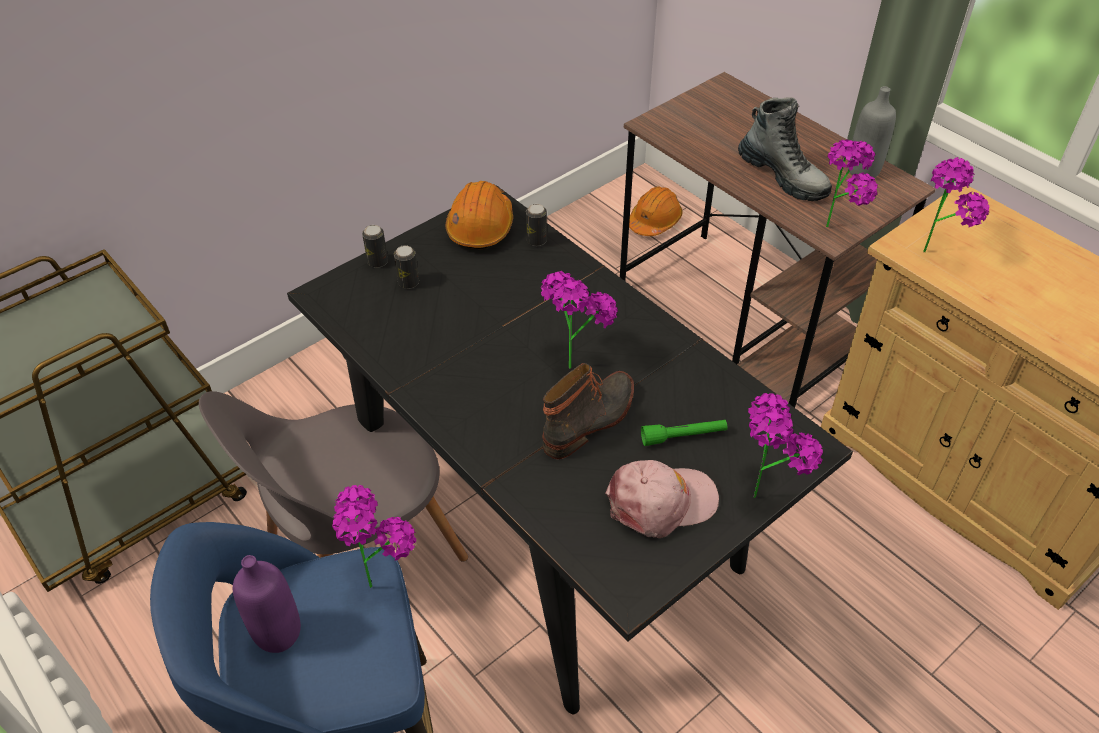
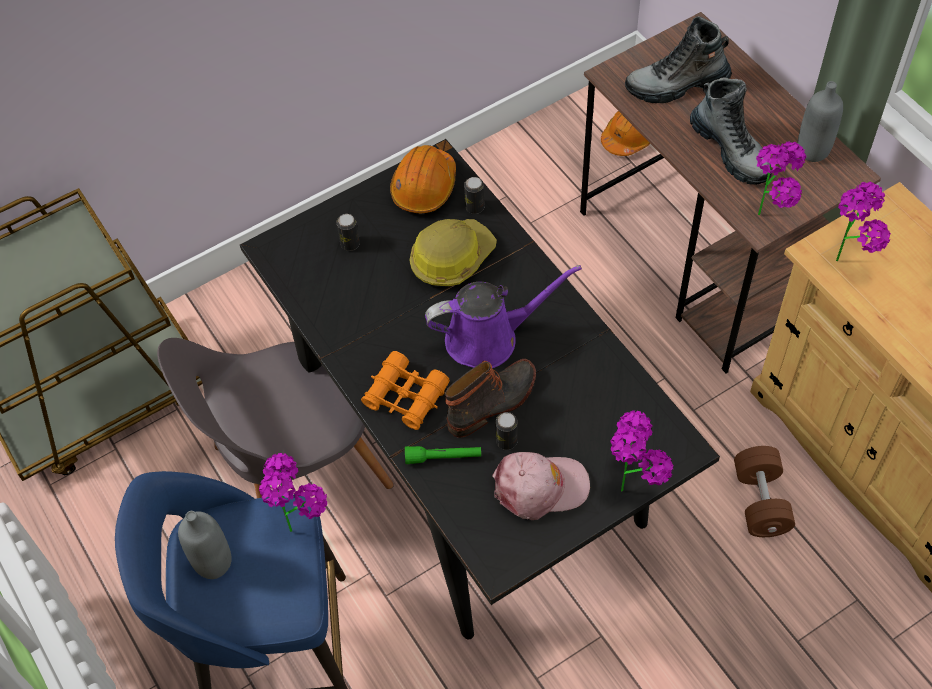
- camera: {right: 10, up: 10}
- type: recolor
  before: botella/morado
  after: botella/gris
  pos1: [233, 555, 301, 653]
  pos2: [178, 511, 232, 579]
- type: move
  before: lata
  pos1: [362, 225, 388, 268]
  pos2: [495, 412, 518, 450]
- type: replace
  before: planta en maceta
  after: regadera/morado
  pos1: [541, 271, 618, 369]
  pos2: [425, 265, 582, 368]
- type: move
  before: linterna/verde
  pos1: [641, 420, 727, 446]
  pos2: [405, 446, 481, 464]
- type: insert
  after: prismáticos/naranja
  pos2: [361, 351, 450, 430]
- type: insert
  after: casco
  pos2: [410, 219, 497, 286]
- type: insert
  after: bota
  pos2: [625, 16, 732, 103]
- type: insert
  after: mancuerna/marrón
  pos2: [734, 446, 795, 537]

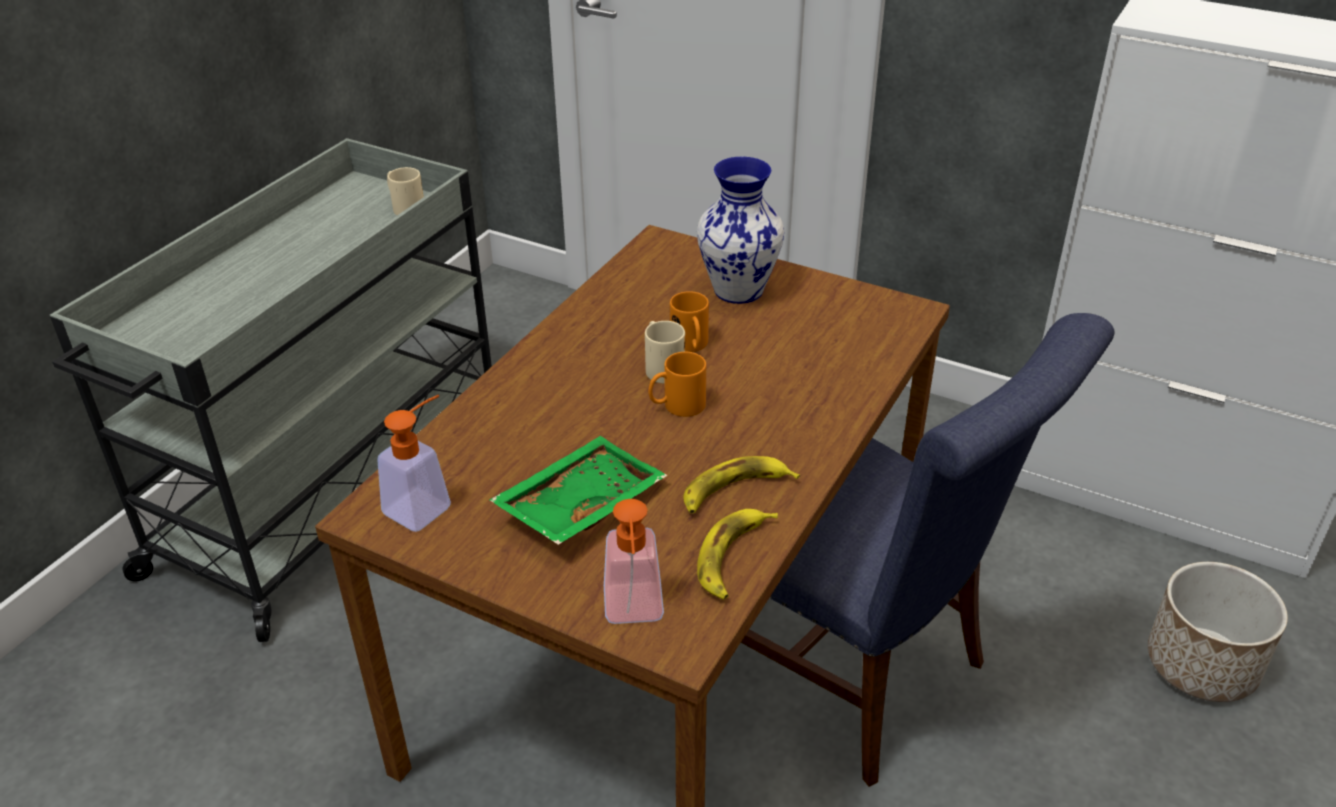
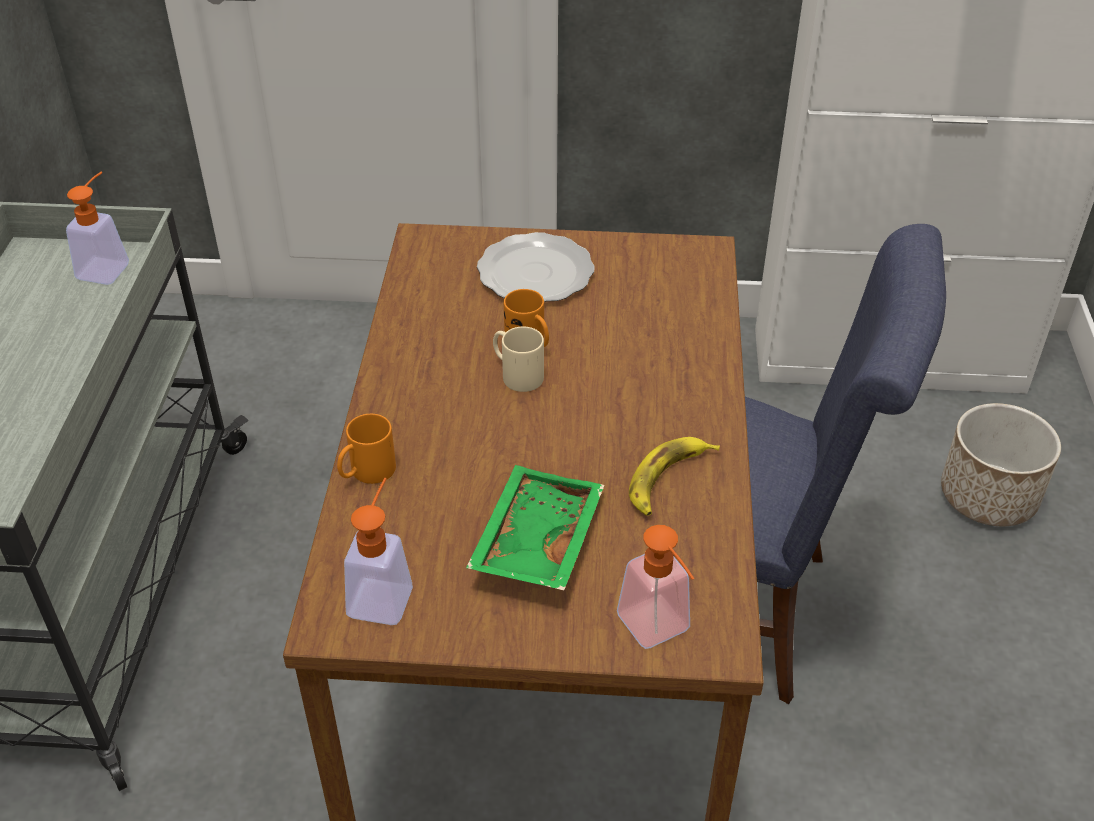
- camera: {right: -25, up: 5}
- type: replace
  before: taza grande/beis
  after: dispensador de jabón
  pos1: [387, 167, 424, 215]
  pos2: [66, 171, 129, 285]
- type: move
  before: taza grande/naranja
  pos1: [648, 352, 706, 417]
  pos2: [337, 414, 396, 484]
- type: replace
  before: florero
  after: plato
  pos1: [697, 157, 784, 304]
  pos2: [477, 232, 595, 302]
- type: delete
  before: plátano
  pos1: [697, 509, 778, 600]

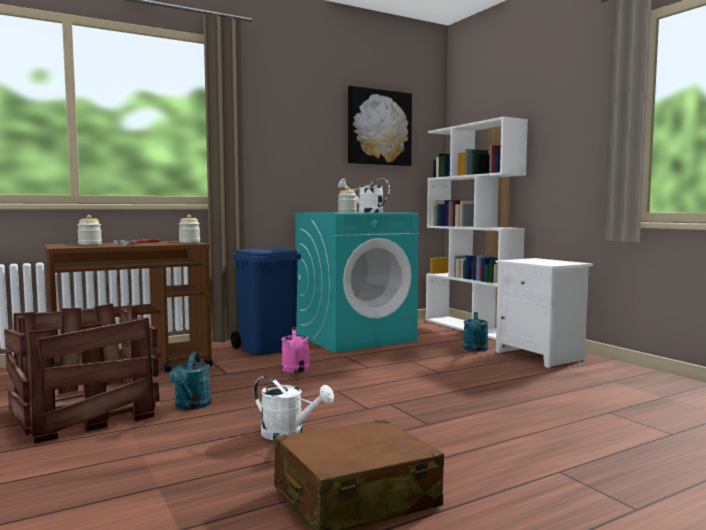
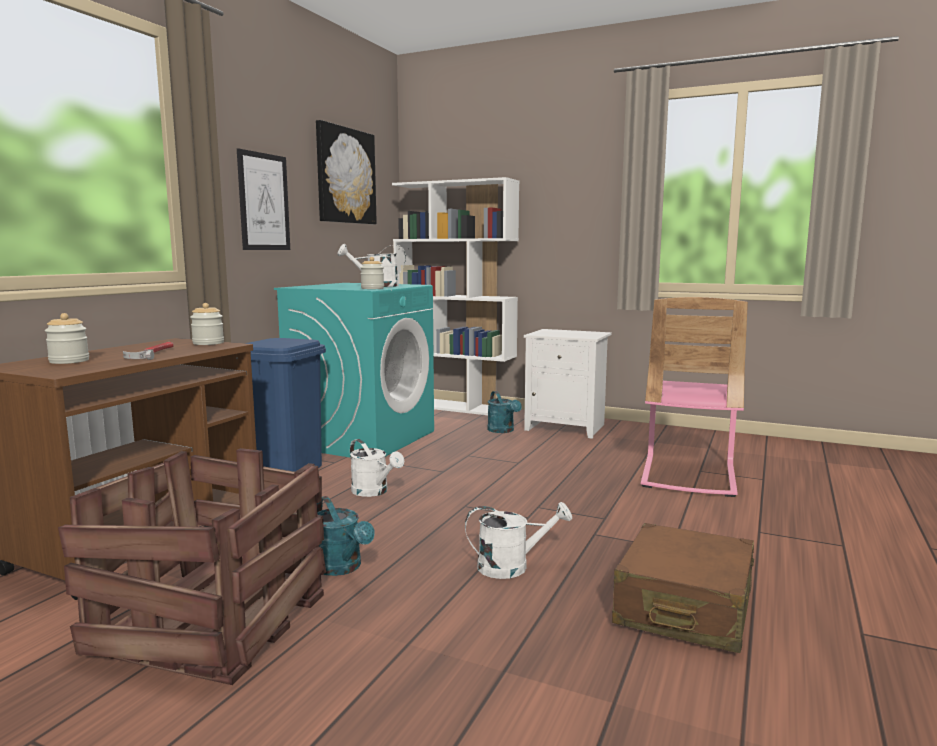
- camera: {right: -35, up: 5}
- type: recolor
  before: regadera/rosa
  after: regadera/blanco
  pos1: [281, 327, 310, 373]
  pos2: [350, 439, 404, 497]
- type: insert
  after: cuadro
  pos2: [237, 148, 290, 250]
- type: insert
  after: silla/rosa
  pos2: [641, 297, 748, 497]

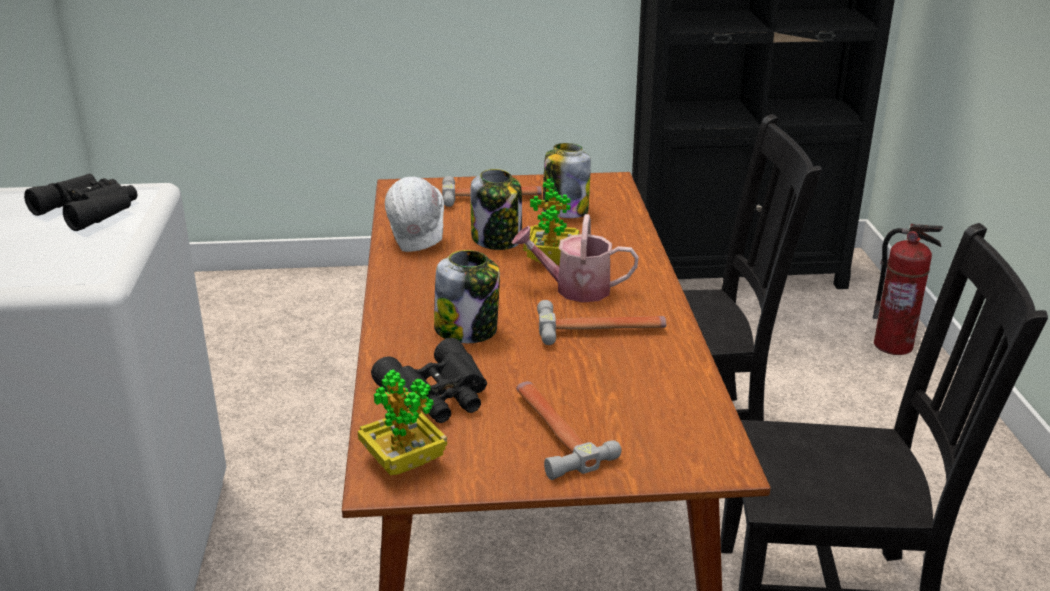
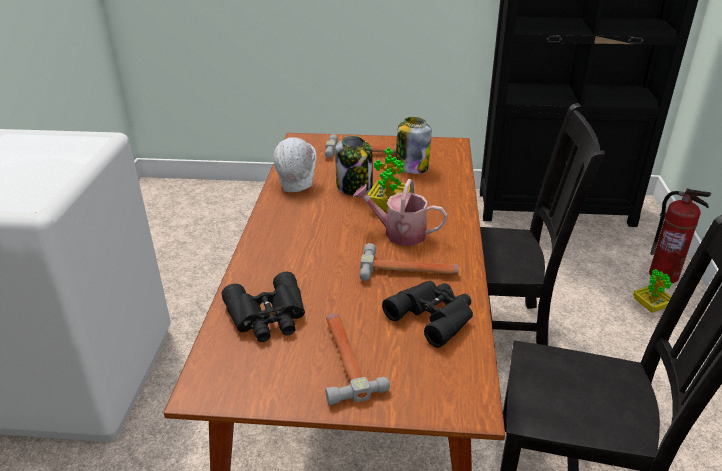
- camera: {right: 10, up: 5}
- type: move
  before: prismáticos/negro
  pos1: [24, 174, 137, 231]
  pos2: [382, 281, 473, 348]
- type: move
  before: planta en maceta
  pos1: [358, 369, 447, 476]
  pos2: [633, 269, 671, 313]
- type: delete
  before: tarro
  pos1: [434, 250, 500, 343]

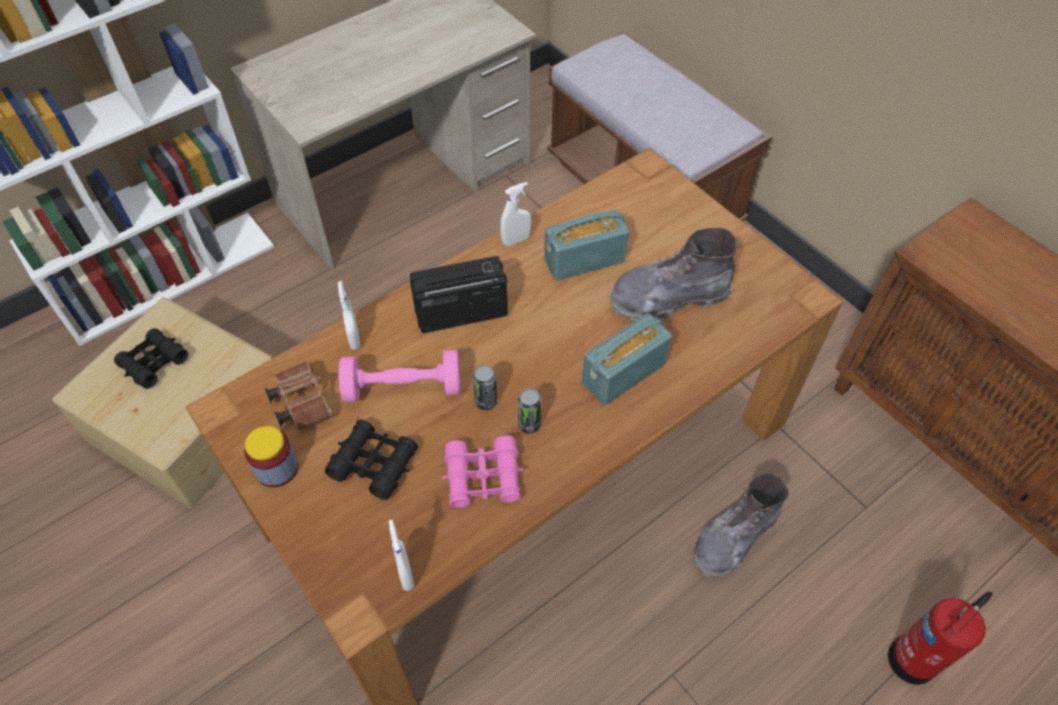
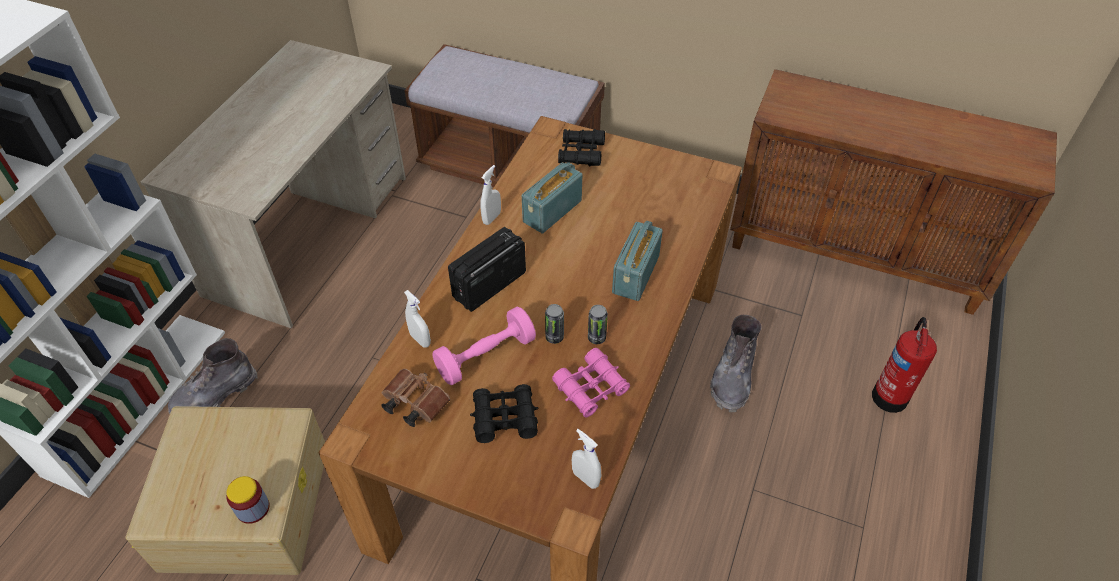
- camera: {right: -30, up: -5}
- type: move
  before: prismáticos/negro
  pos1: [114, 328, 188, 389]
  pos2: [558, 129, 605, 167]
- type: move
  before: tarro
  pos1: [244, 426, 298, 487]
  pos2: [227, 476, 270, 524]
- type: move
  before: bota/gris
  pos1: [610, 228, 737, 322]
  pos2: [168, 338, 258, 414]

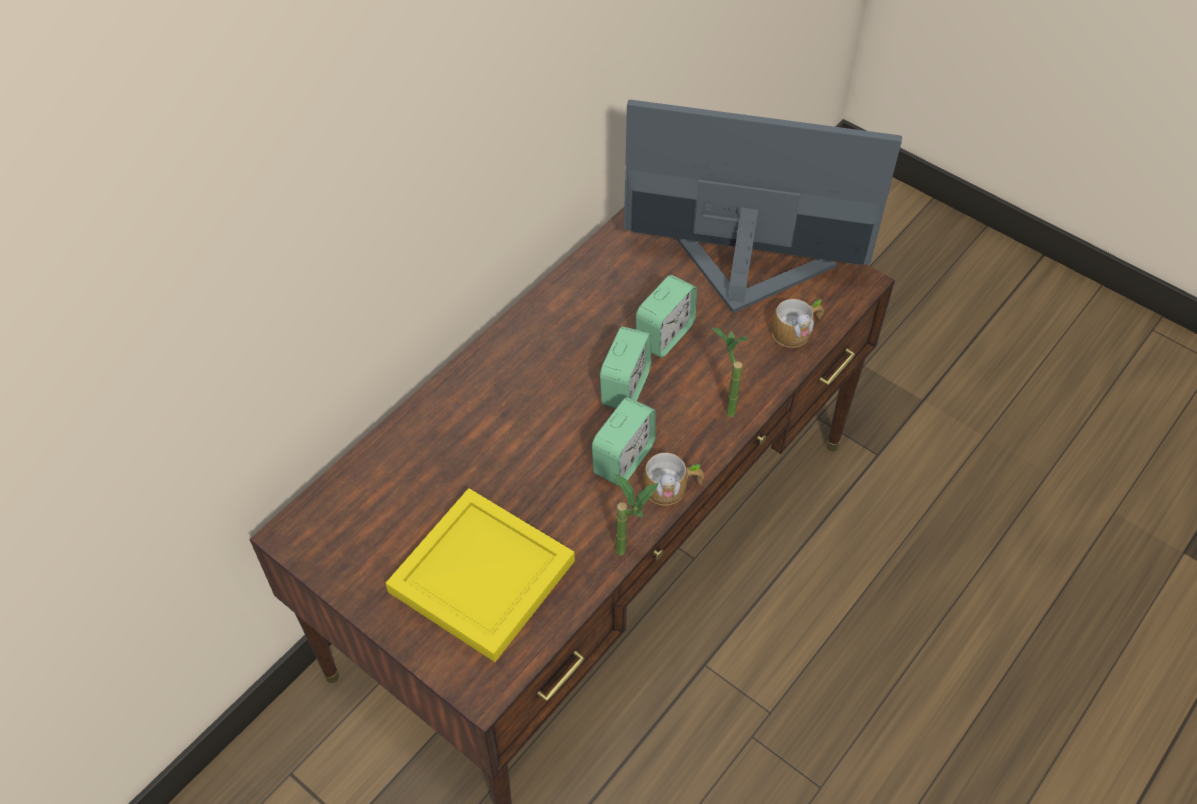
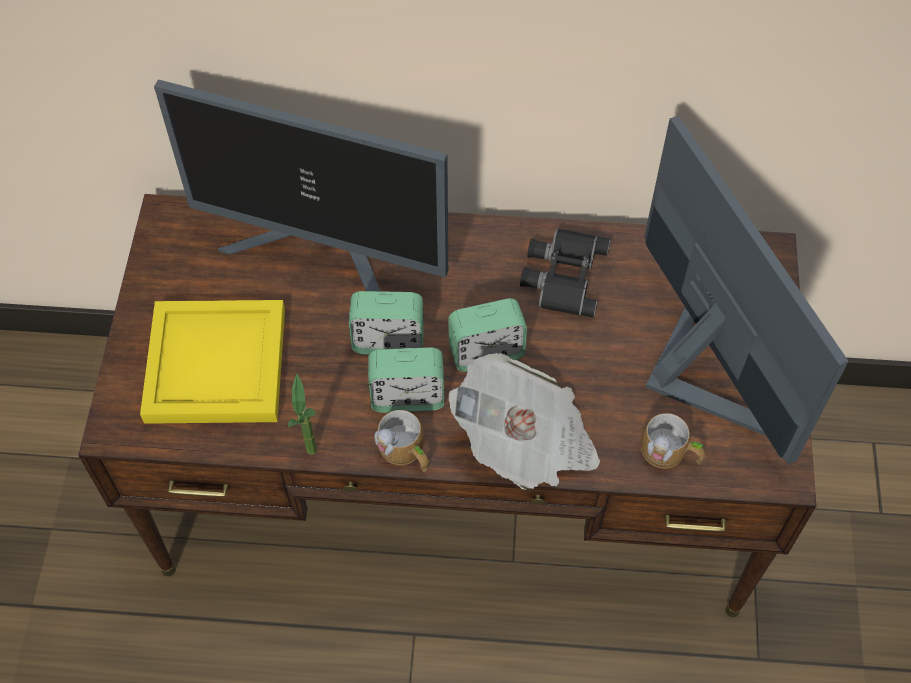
- camera: {right: 55, up: 5}
- type: move
  before: despertador
  pos1: [636, 275, 697, 358]
  pos2: [349, 291, 424, 354]
- type: replace
  before: planta en maceta
  after: periódico
  pos1: [711, 327, 748, 417]
  pos2: [449, 353, 600, 490]
- type: insert
  after: monitor
  pos2: [154, 80, 448, 291]
- type: insert
  after: prismáticos/negro
  pos2: [520, 228, 610, 318]

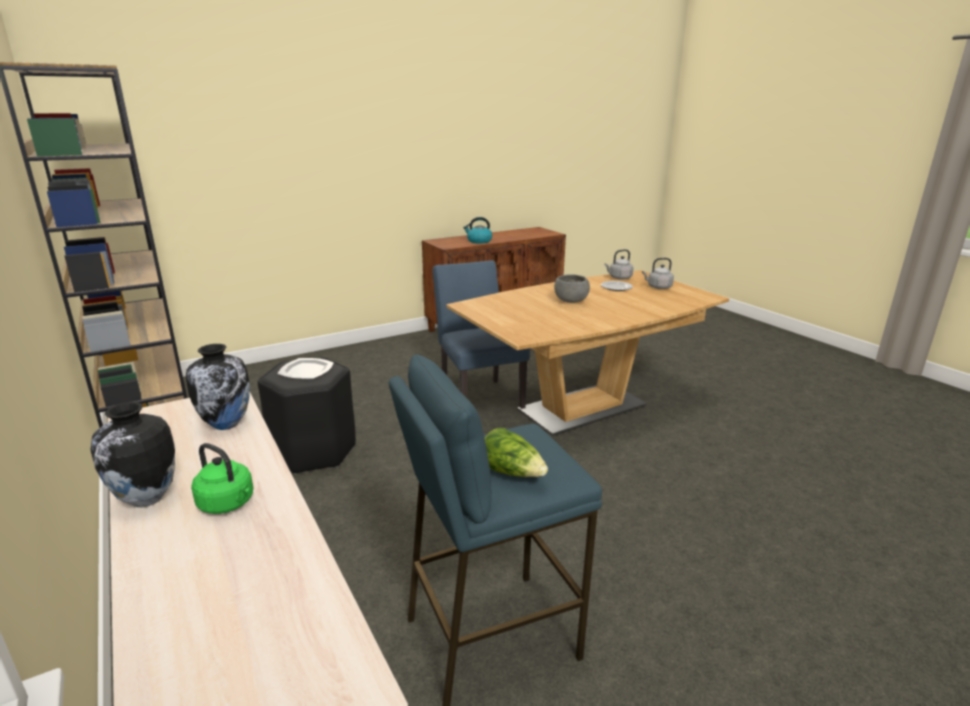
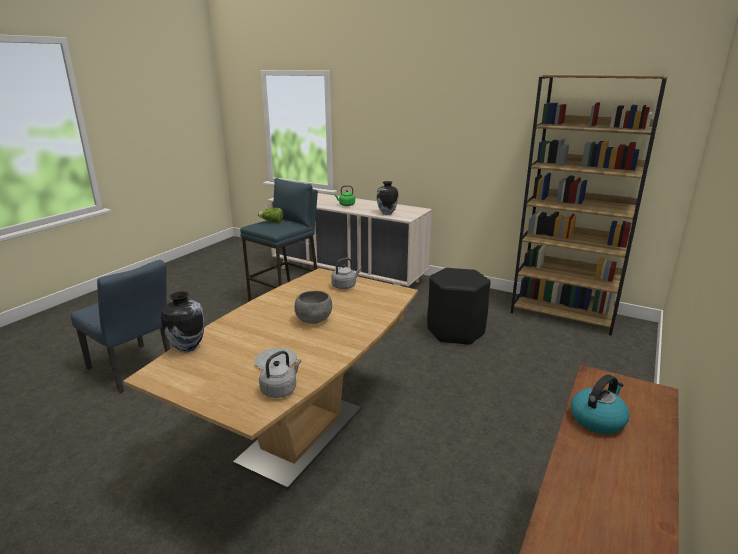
- camera: {right: 150, up: 0}
- type: move
  before: florero
  pos1: [91, 402, 175, 507]
  pos2: [161, 291, 205, 352]
- type: delete
  before: plato
  pos1: [277, 358, 334, 379]
- type: move
  before: silla/azul
  pos1: [433, 260, 530, 409]
  pos2: [71, 260, 170, 393]
- type: move
  before: hervidor/gris
  pos1: [642, 258, 674, 289]
  pos2: [331, 258, 361, 289]

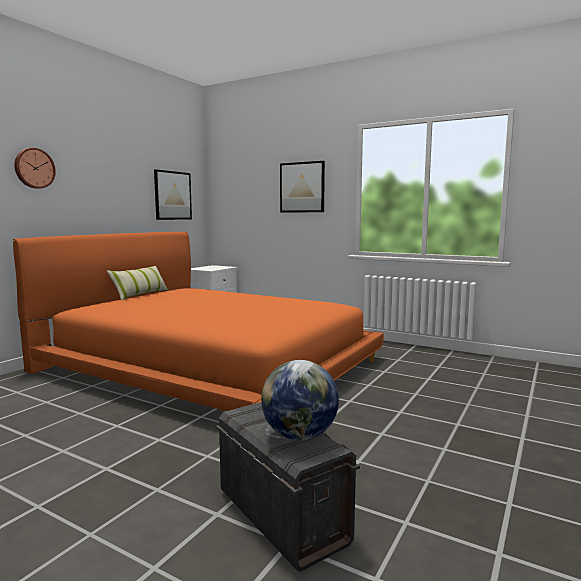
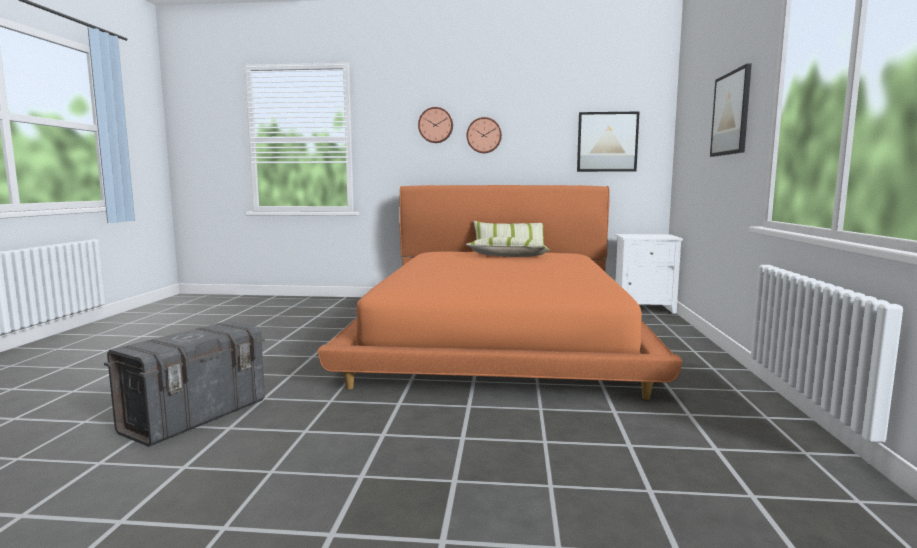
- camera: {right: 65, up: 0}
- type: delete
  before: globo terráqueo
  pos1: [261, 360, 339, 440]
- type: insert
  after: reloj de pared
  pos2: [466, 117, 502, 153]
- type: insert
  after: cojín
  pos2: [466, 237, 550, 257]

